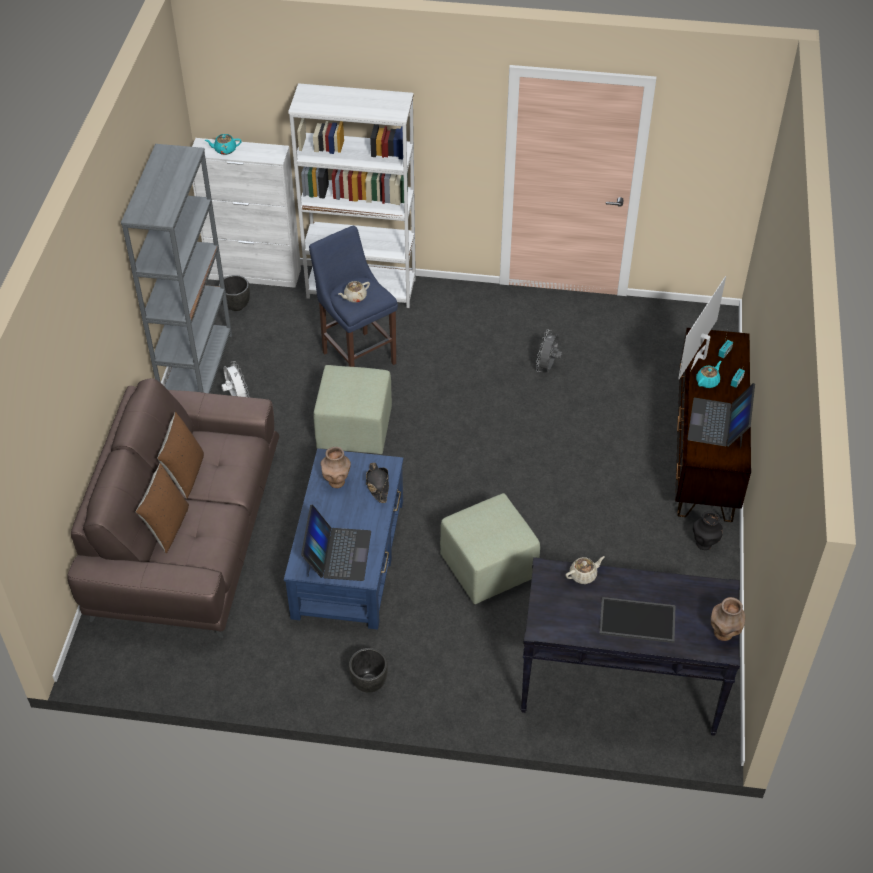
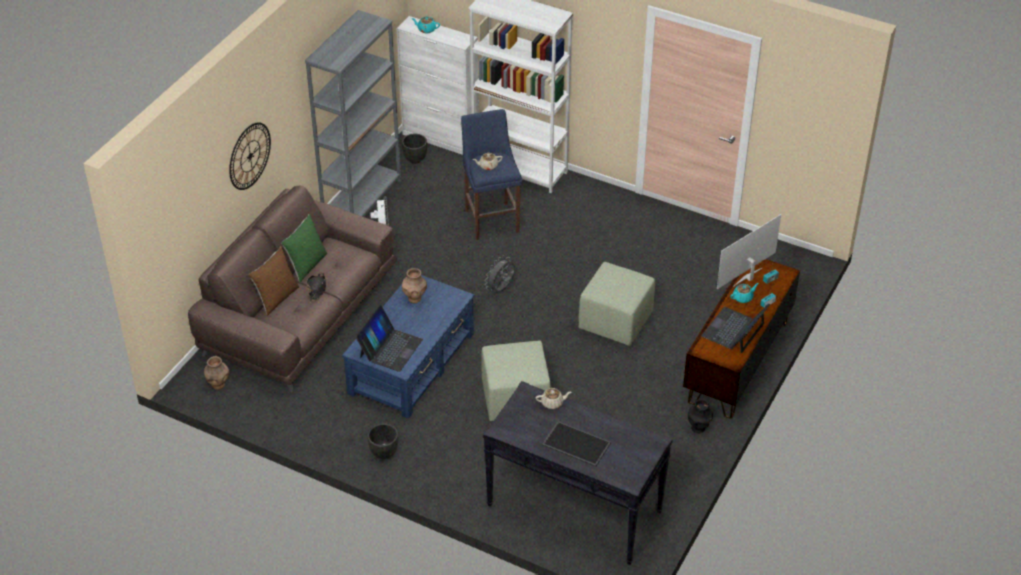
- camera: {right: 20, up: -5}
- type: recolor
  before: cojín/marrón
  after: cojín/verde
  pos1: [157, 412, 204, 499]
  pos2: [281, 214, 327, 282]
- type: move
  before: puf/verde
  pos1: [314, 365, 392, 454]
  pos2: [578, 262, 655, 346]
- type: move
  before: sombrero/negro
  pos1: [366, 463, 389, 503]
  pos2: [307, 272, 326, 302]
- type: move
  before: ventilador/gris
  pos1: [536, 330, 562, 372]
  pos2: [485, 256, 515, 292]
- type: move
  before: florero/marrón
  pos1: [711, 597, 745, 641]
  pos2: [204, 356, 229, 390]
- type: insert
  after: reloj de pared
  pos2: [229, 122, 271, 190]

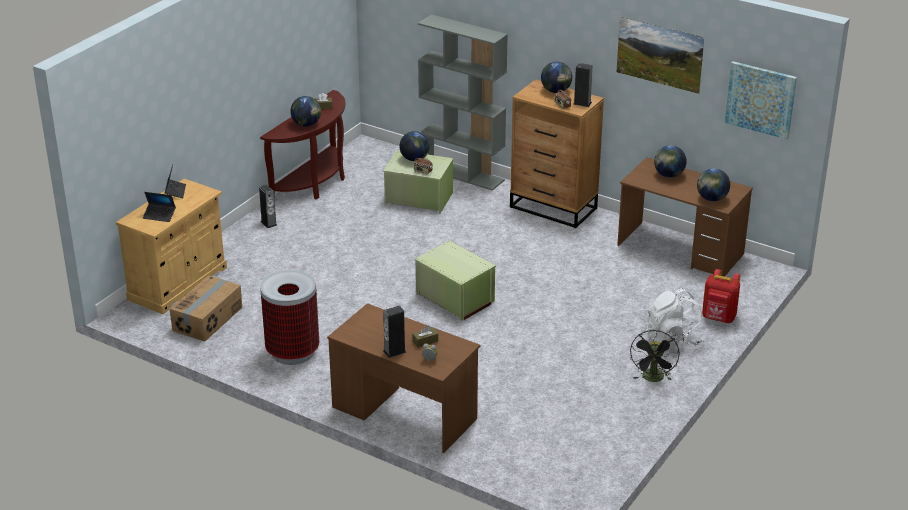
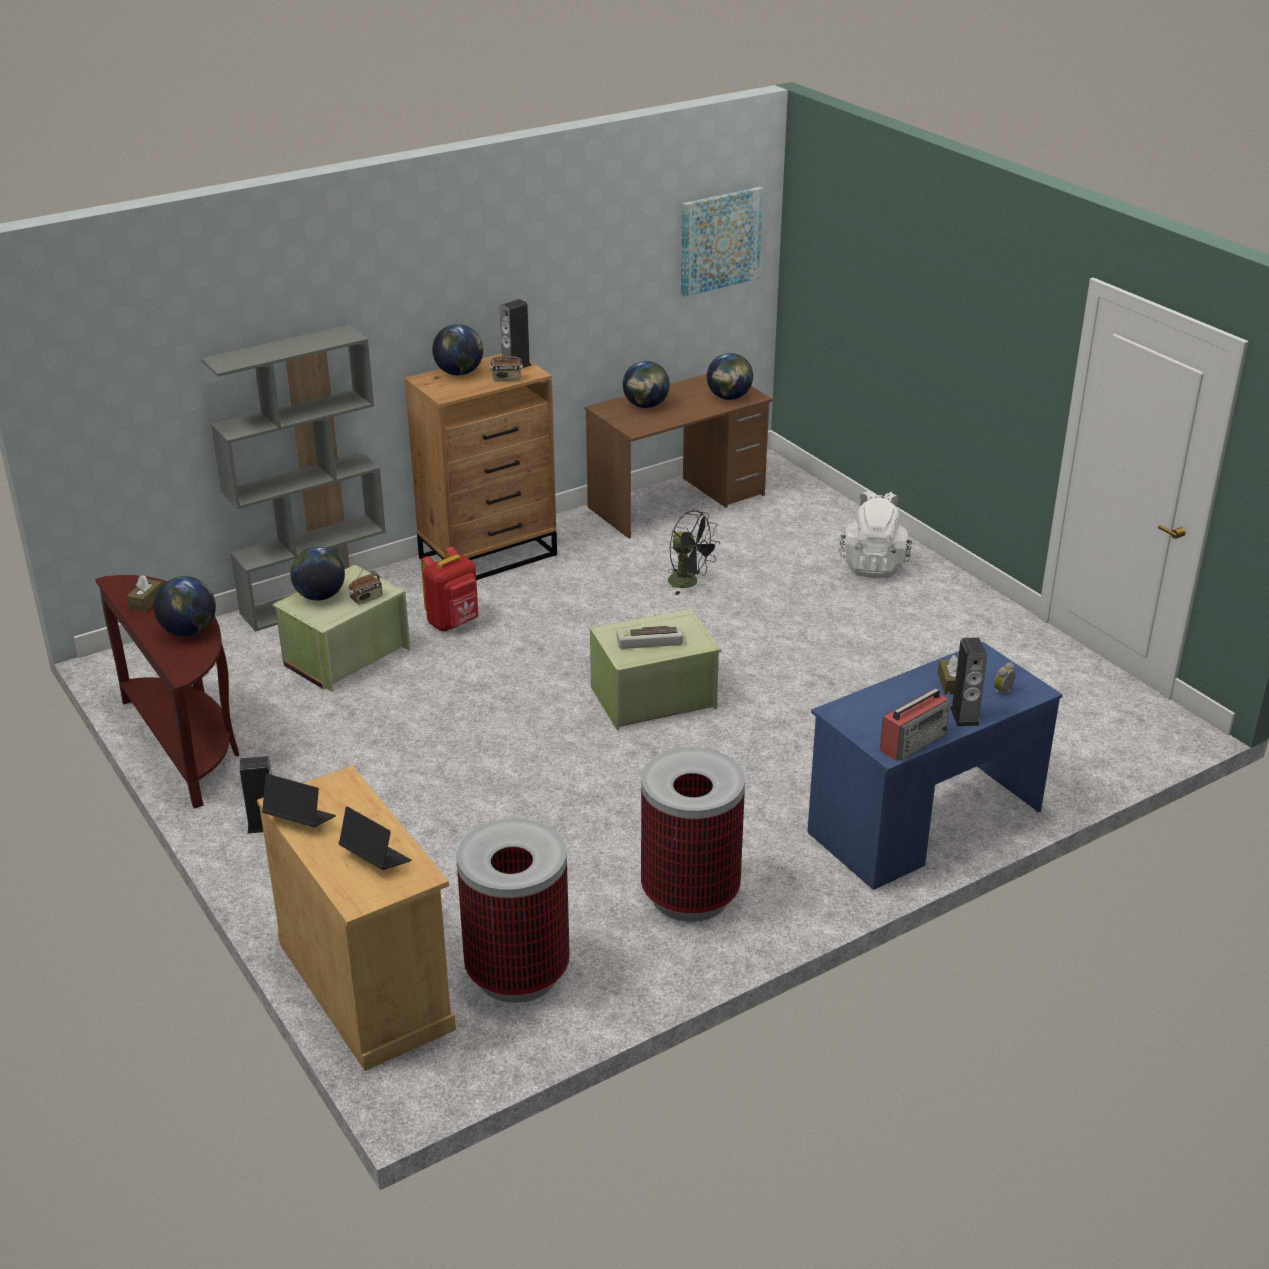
- camera: {right: -65, up: 0}
- type: rotate
  before: portátil
  pos1: [143, 192, 176, 222]
  pos2: [339, 806, 411, 870]
  turn: -90
- type: replace
  before: caja de cartón
  after: papelera
  pos1: [170, 276, 242, 342]
  pos2: [456, 818, 570, 1003]
- type: recolor
  before: escritorio/marrón
  after: escritorio/azul
  pos1: [327, 303, 480, 453]
  pos2: [807, 642, 1063, 890]
- type: delete
  before: cuadro
  pos1: [617, 17, 705, 94]
- type: move
  before: ventilador/negro
  pos1: [630, 330, 679, 382]
  pos2: [668, 510, 720, 595]
- type: move
  before: mochila/rojo
  pos1: [702, 269, 740, 323]
  pos2: [421, 547, 479, 631]
- type: insert
  after: teclado
  pos2: [617, 625, 683, 649]
- type: insert
  after: radio
  pos2: [880, 689, 950, 761]

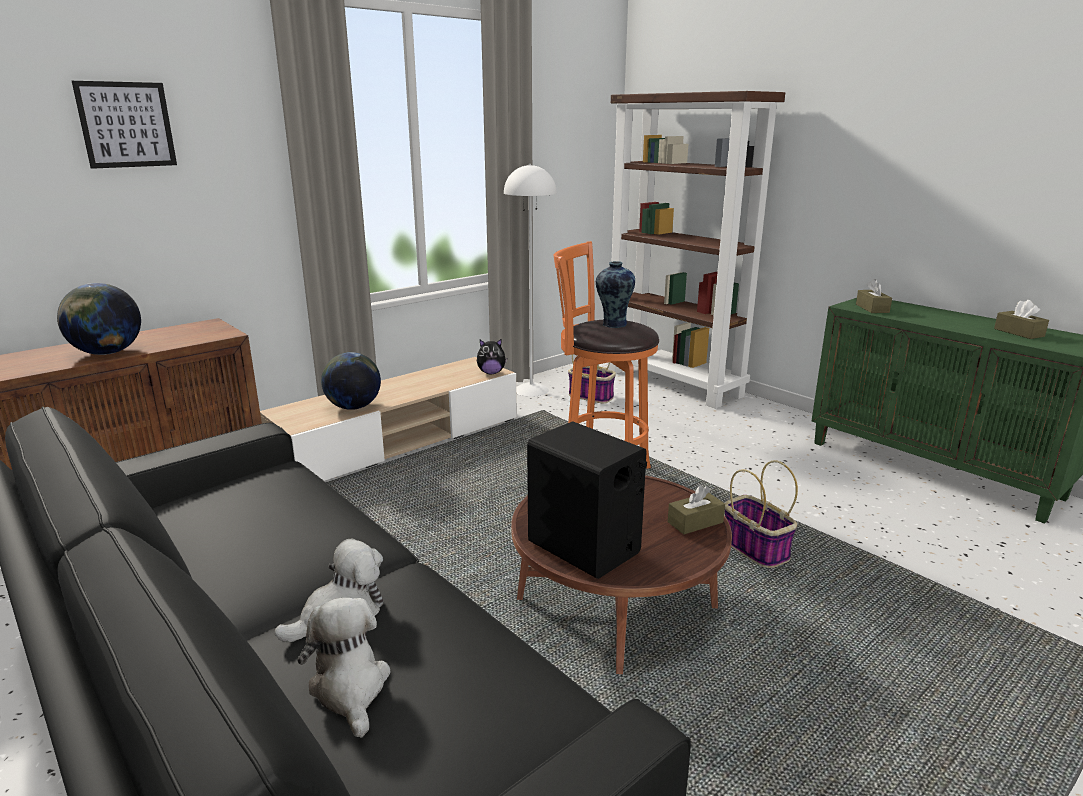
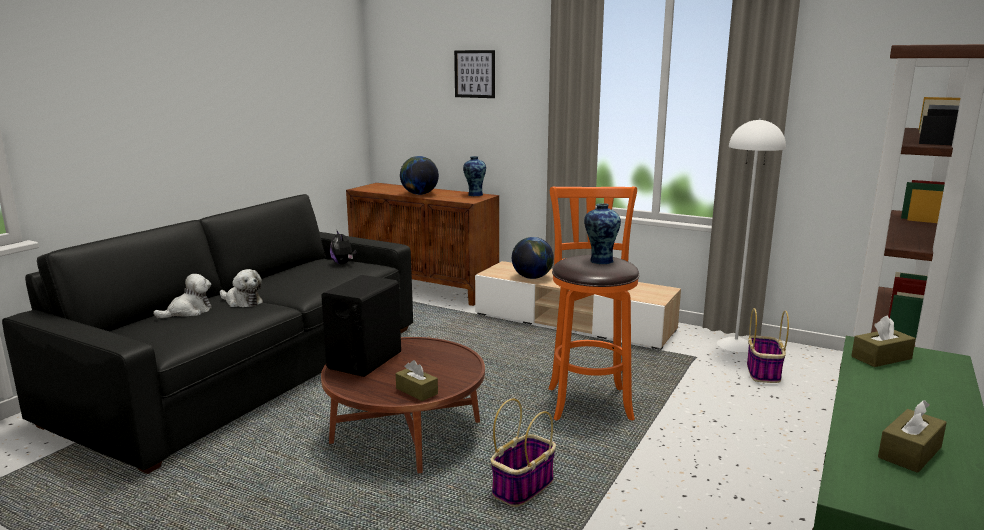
- camera: {right: 70, up: -5}
- type: move
  before: peluche
  pos1: [477, 339, 507, 374]
  pos2: [330, 231, 357, 264]
- type: insert
  after: florero
  pos2: [463, 156, 486, 196]

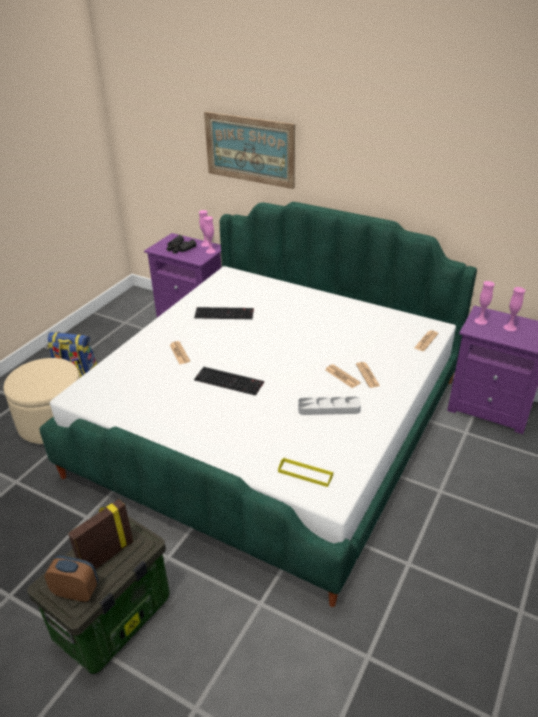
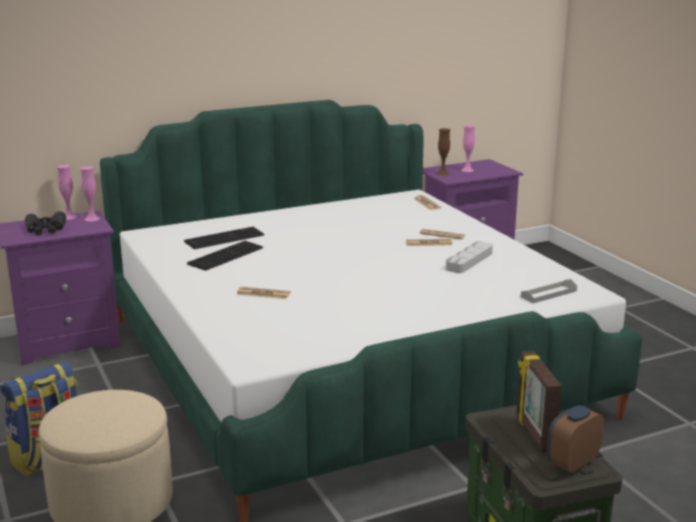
- camera: {right: -55, up: -15}
- type: move
  before: teclado
  pos1: [194, 367, 264, 396]
  pos2: [184, 227, 264, 249]
- type: delete
  before: cuadro
  pos1: [204, 112, 295, 189]
- type: recolor
  before: bandeja/amarillo
  after: bandeja/gris
  pos1: [278, 458, 333, 487]
  pos2: [521, 279, 577, 303]
- type: recolor
  before: florero/rosa
  after: florero/marrón
  pos1: [475, 281, 495, 325]
  pos2: [437, 128, 450, 176]

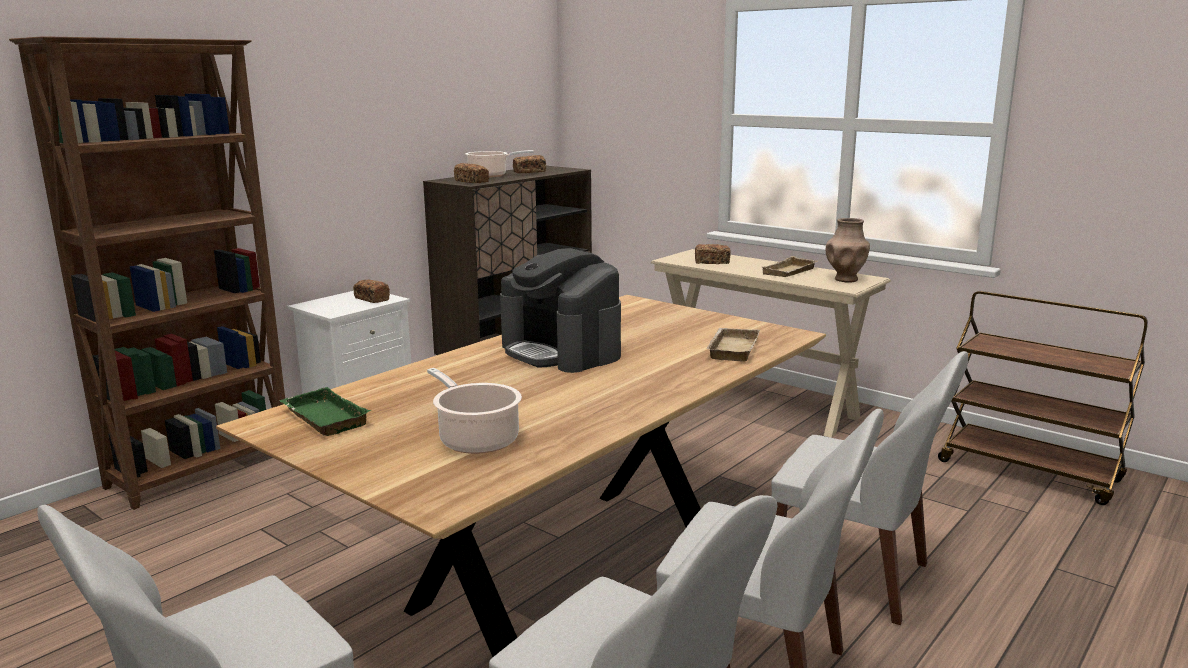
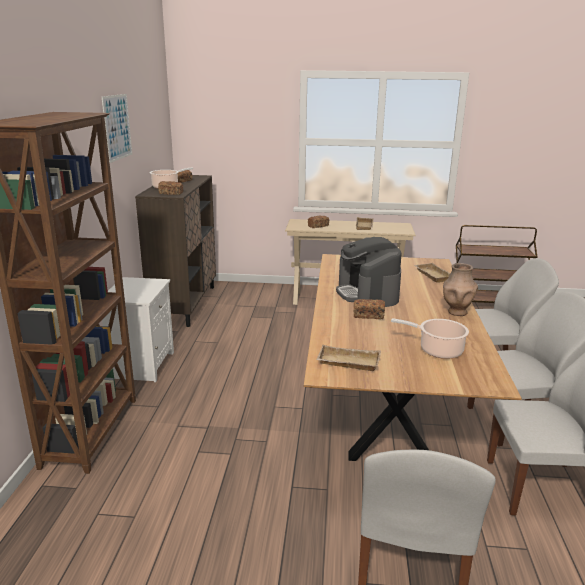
- camera: {right: -35, up: 5}
- type: recolor
  before: bandeja/verde
  after: bandeja/beis
  pos1: [279, 387, 371, 436]
  pos2: [316, 345, 381, 371]
- type: move
  before: pan
  pos1: [353, 280, 390, 303]
  pos2: [354, 299, 385, 319]
- type: rotate
  before: cafetera
  pos1: [500, 248, 621, 373]
  pos2: [336, 237, 402, 307]
  turn: 60
- type: move
  before: florero/marrón
  pos1: [826, 218, 870, 283]
  pos2: [443, 263, 478, 316]
- type: insert
  after: cuadro
  pos2: [102, 94, 132, 163]

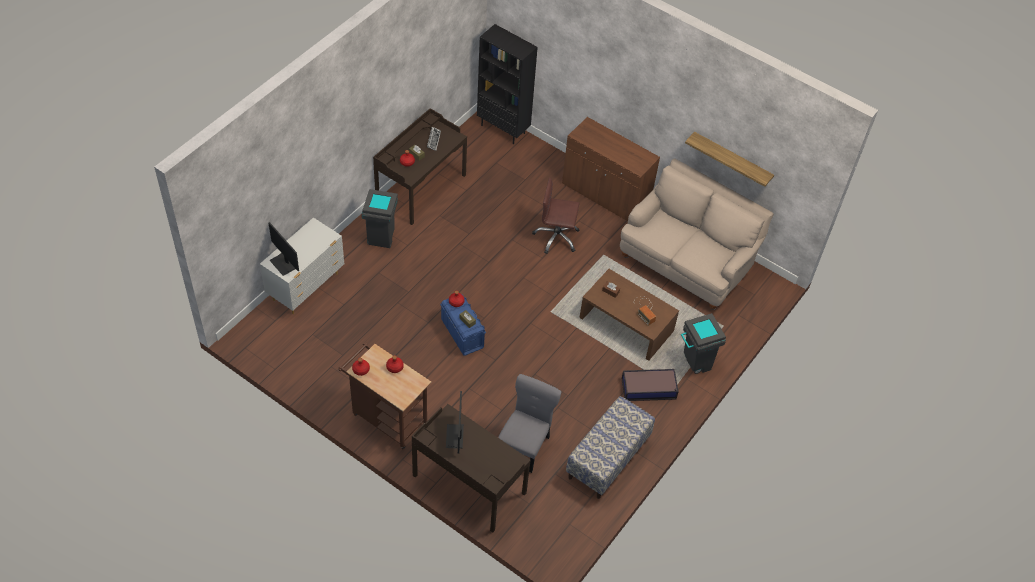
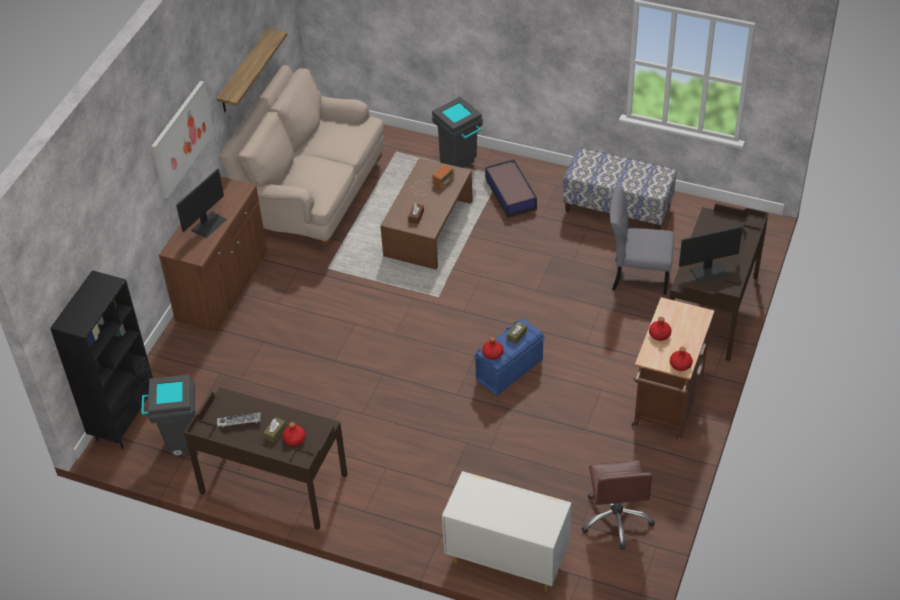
- camera: {right: -100, up: -5}
- type: move
  before: monitor
  pos1: [269, 222, 299, 276]
  pos2: [176, 169, 227, 238]
- type: move
  before: papelera/gris
  pos1: [361, 189, 398, 248]
  pos2: [141, 374, 198, 456]
- type: move
  before: silla de oficina/marrón
  pos1: [532, 178, 579, 254]
  pos2: [582, 460, 655, 550]
- type: insert
  after: cuadro
  pos2: [152, 81, 214, 198]

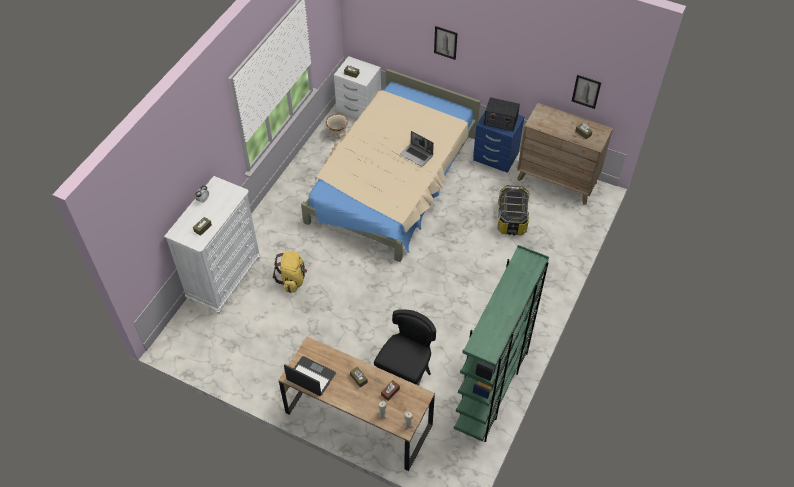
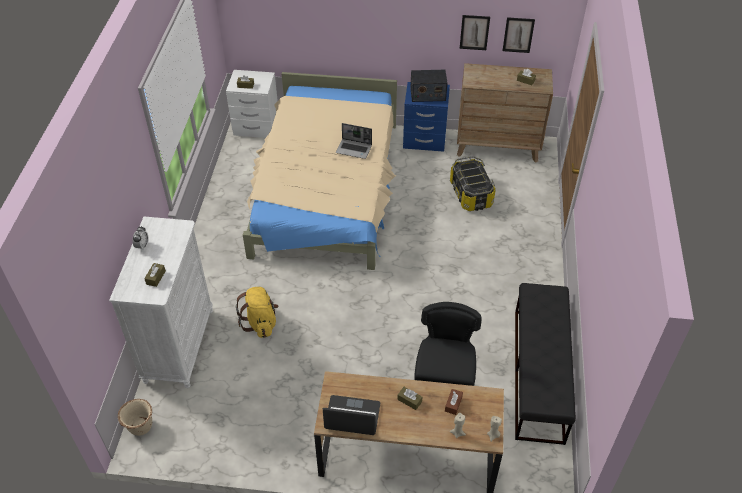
- camera: {right: -20, up: -5}
- type: move
  before: maceta/beis
  pos1: [326, 114, 348, 139]
  pos2: [118, 399, 152, 436]
- type: move
  before: cuadro
  pos1: [434, 26, 458, 60]
  pos2: [460, 15, 490, 50]
- type: replace
  before: estantería/verde
  after: banco/negro
  pos1: [454, 245, 549, 442]
  pos2: [515, 283, 576, 445]

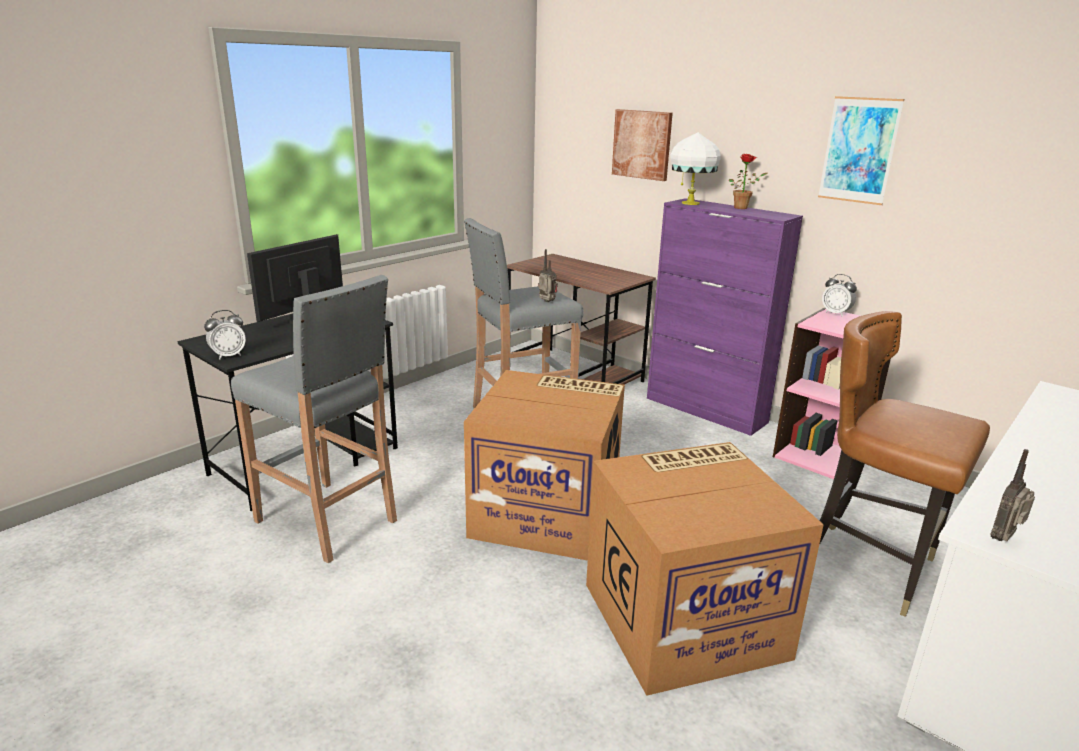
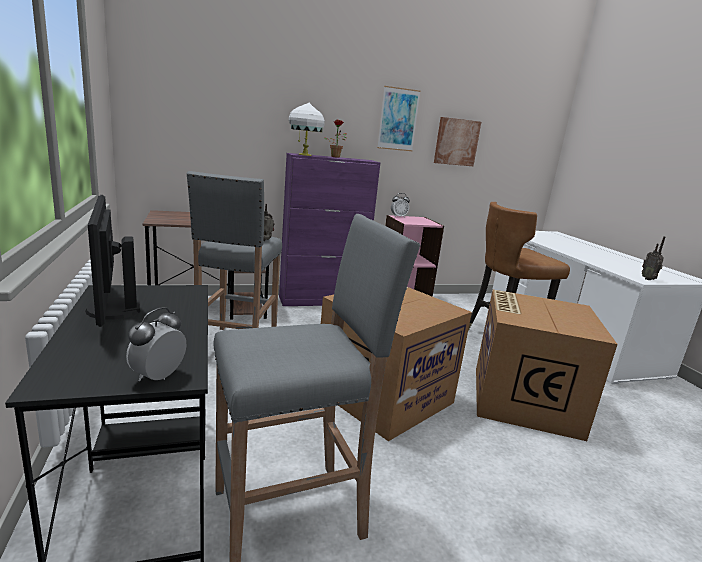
- camera: {right: -60, up: -5}
- type: rotate
  before: despertador
  pos1: [204, 310, 246, 360]
  pos2: [126, 307, 186, 381]
  turn: -150
- type: move
  before: cuadro
  pos1: [612, 109, 673, 181]
  pos2: [434, 117, 481, 166]

